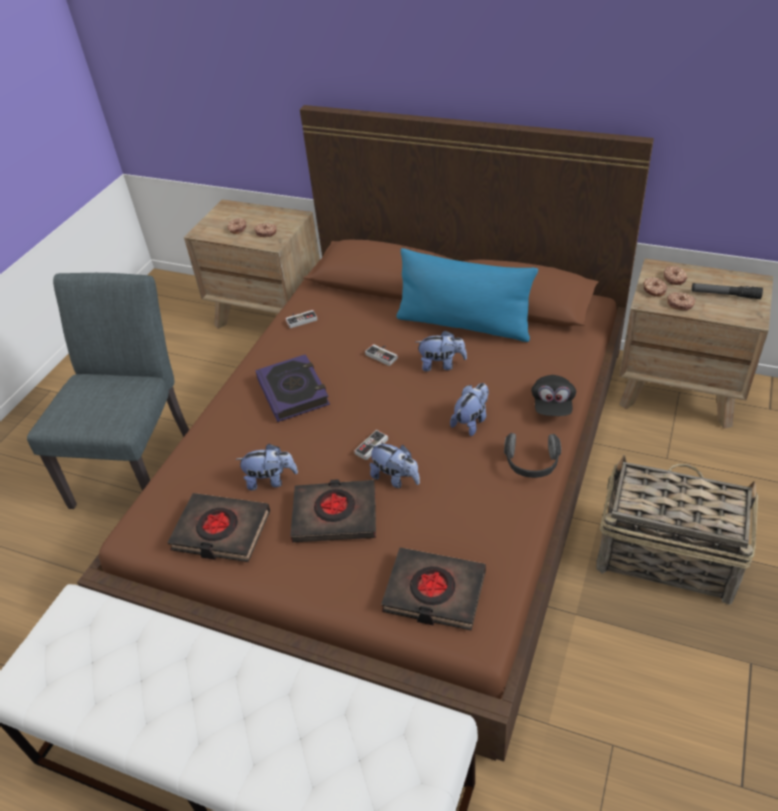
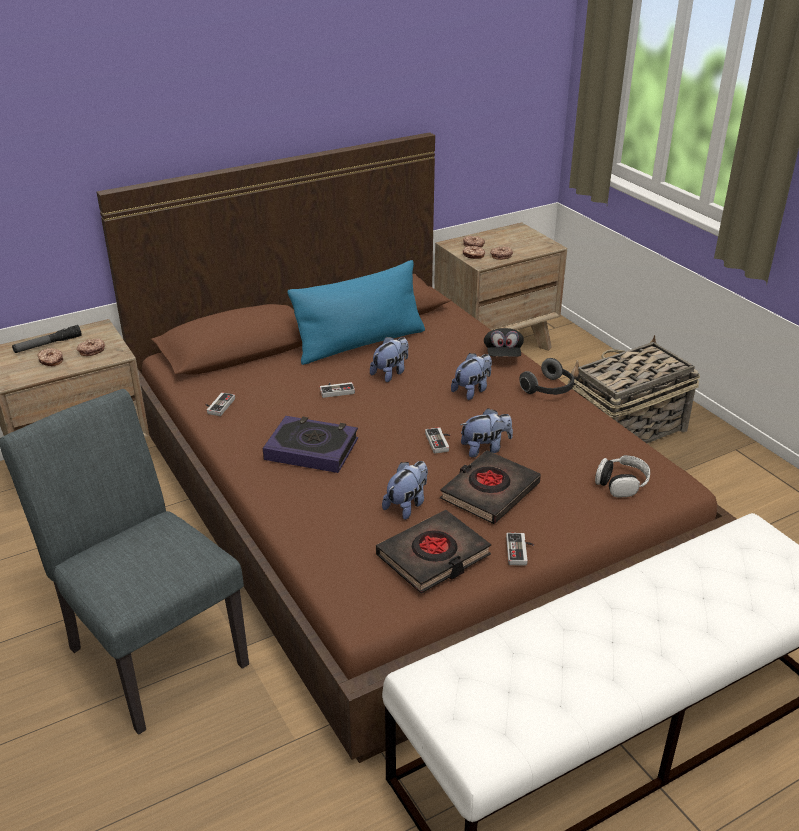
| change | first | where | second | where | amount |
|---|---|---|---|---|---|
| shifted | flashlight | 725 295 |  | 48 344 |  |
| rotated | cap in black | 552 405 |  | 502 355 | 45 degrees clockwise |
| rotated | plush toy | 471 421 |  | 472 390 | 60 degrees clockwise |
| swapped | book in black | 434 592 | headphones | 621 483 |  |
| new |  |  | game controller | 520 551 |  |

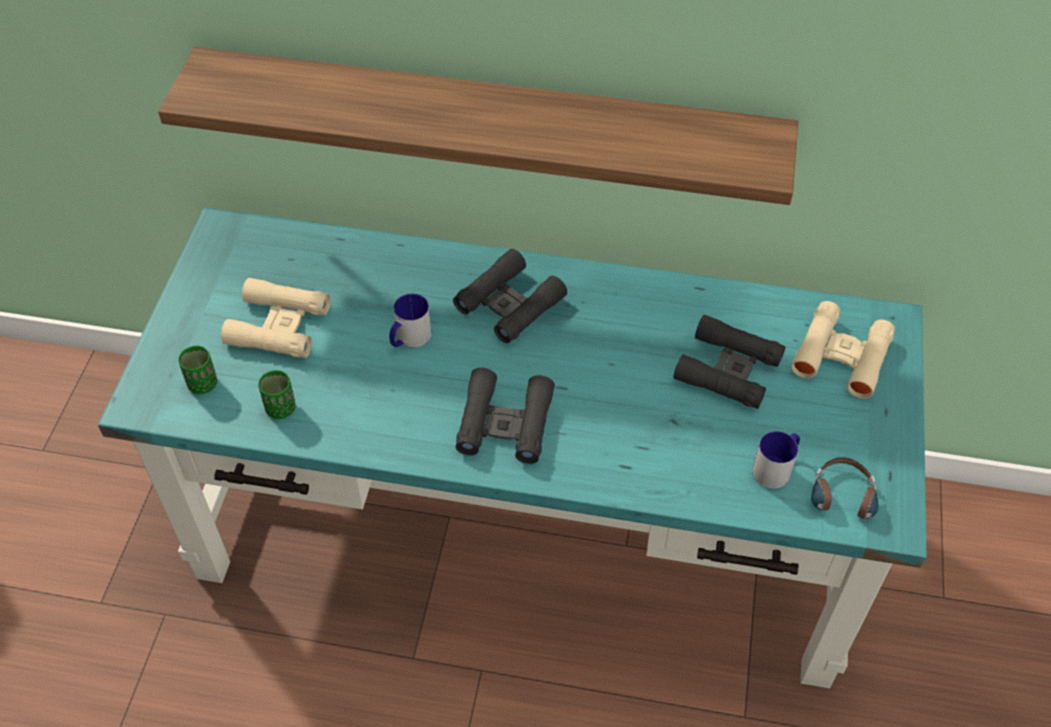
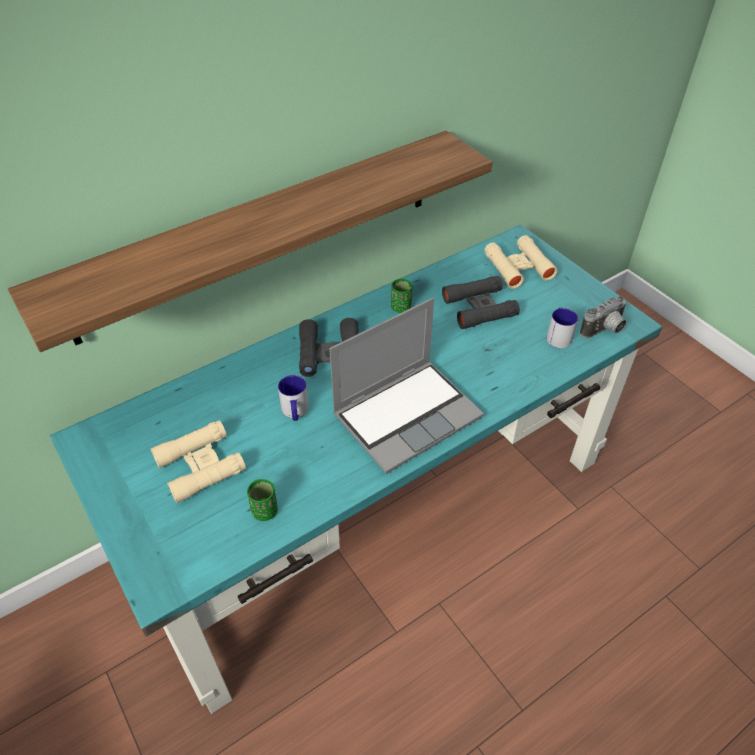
| change | first | where | second | where | amount |
|---|---|---|---|---|---|
| shifted | cup in green | 203 384 |  | 401 307 |  |
| swapped | binoculars in black | 505 423 | laptop | 407 414 |  |
| swapped | headphones | 842 505 | photo camera | 604 330 |  |

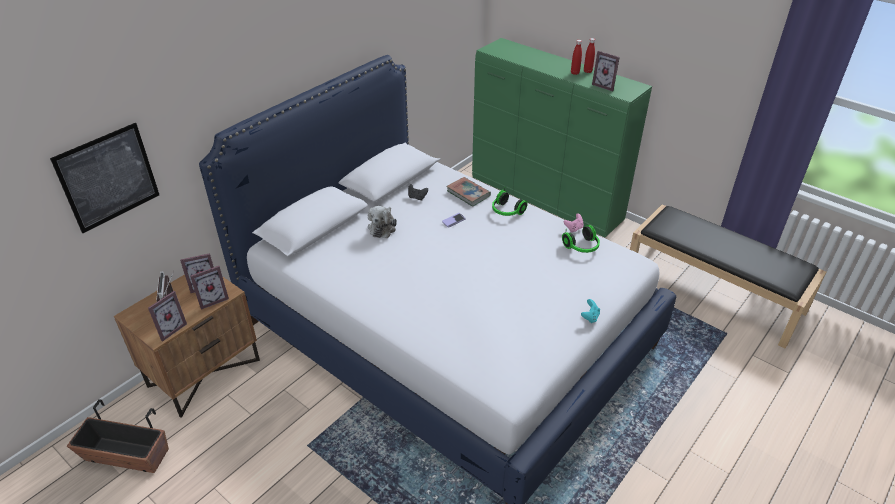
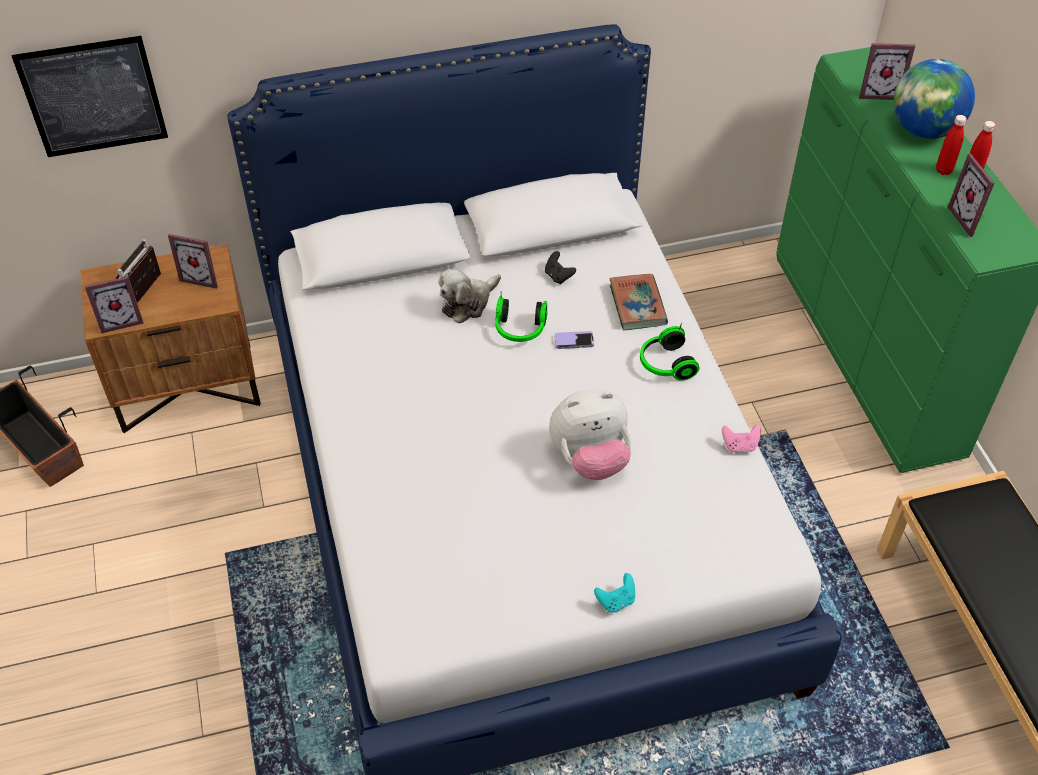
| change | first | where | second | where | amount |
|---|---|---|---|---|---|
| shifted | headphones | 582 247 |  | 519 330 |  |
| shifted | picture frame | 212 299 |  | 878 92 |  |
| new |  |  | globe | 924 130 |  |
| new |  |  | plush toy | 590 458 |  |

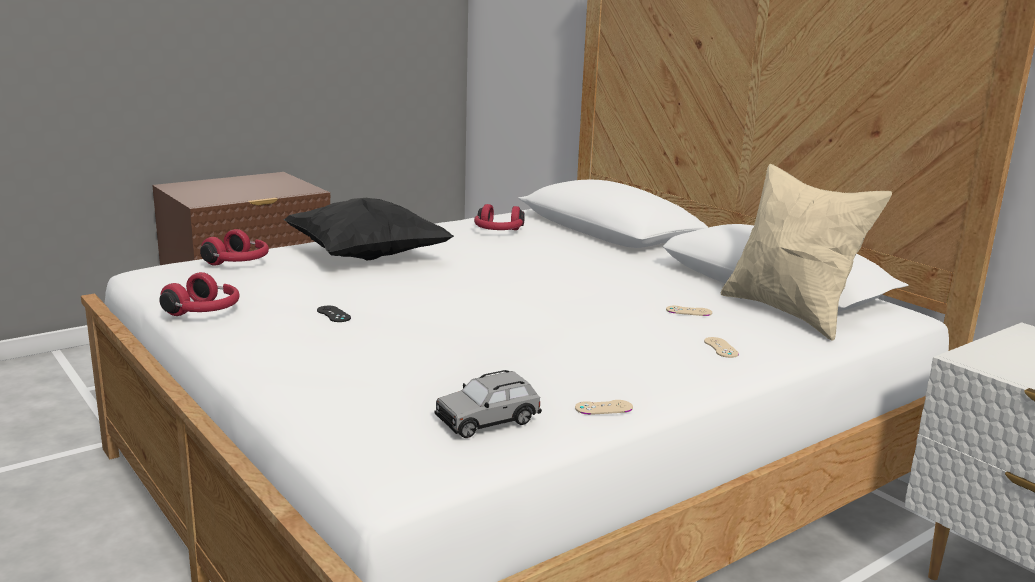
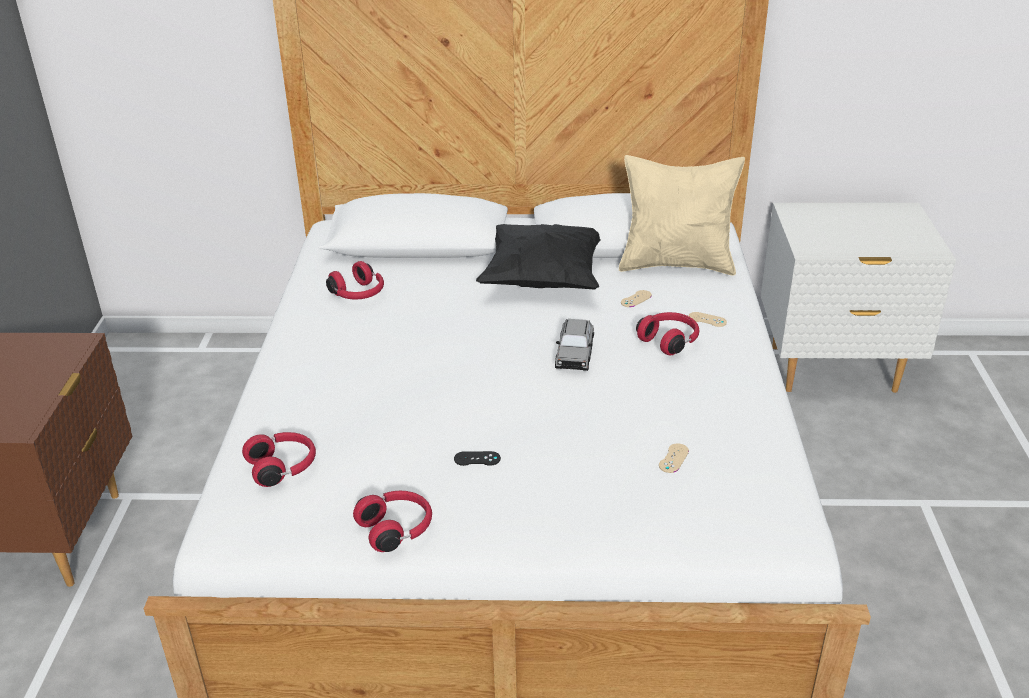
| change | first | where | second | where | amount |
|---|---|---|---|---|---|
| shifted | pillow in black | 367 257 |  | 543 279 |  |
| shifted | toy car in grey | 487 420 |  | 574 355 |  |
| shifted | game controller in beige | 603 408 |  | 673 458 |  |
| new |  |  | headphones in red | 669 341 |  |

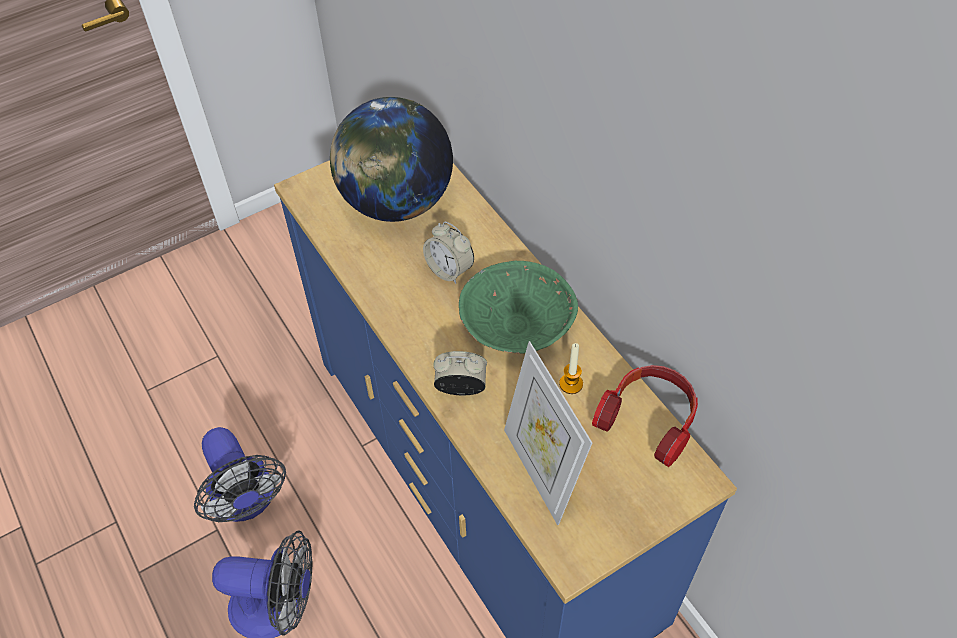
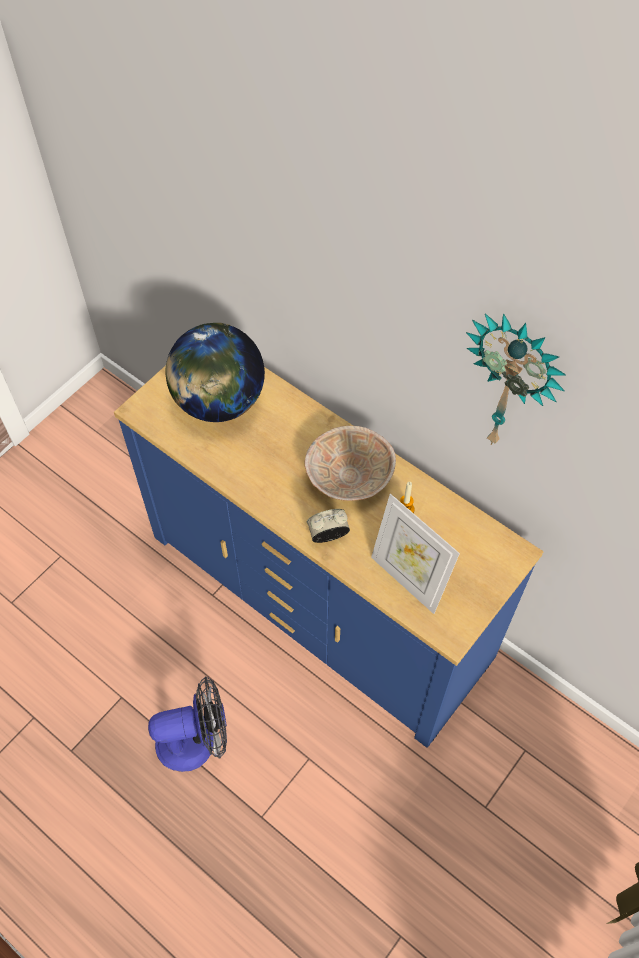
| change | first | where | second | where | amount |
|---|---|---|---|---|---|
| gone | alarm clock | 449 270 |  |  |  |
| repainted | bowl in green | 515 323 | bowl in beige | 348 475 |  |
| gone | headphones | 649 418 |  |  |  |
| gone | fan | 247 501 |  |  |  |
| new |  |  | wall clock | 511 383 |  |

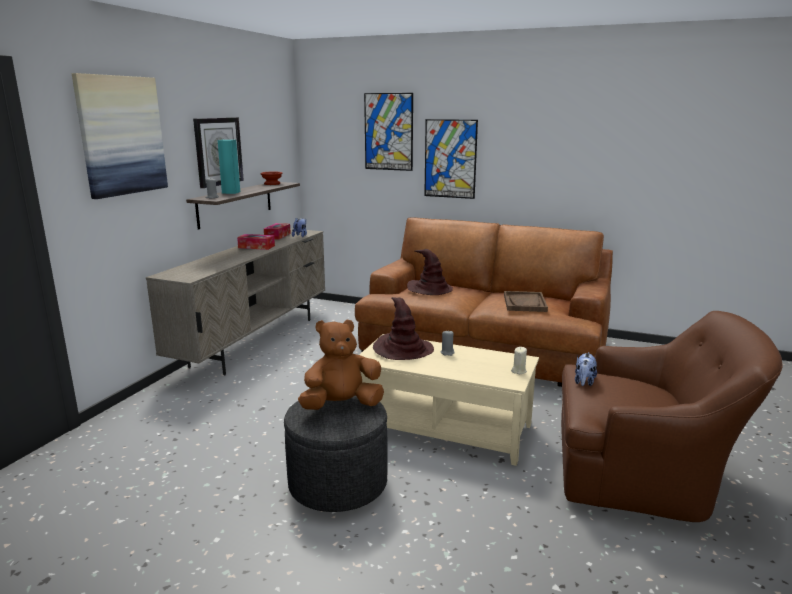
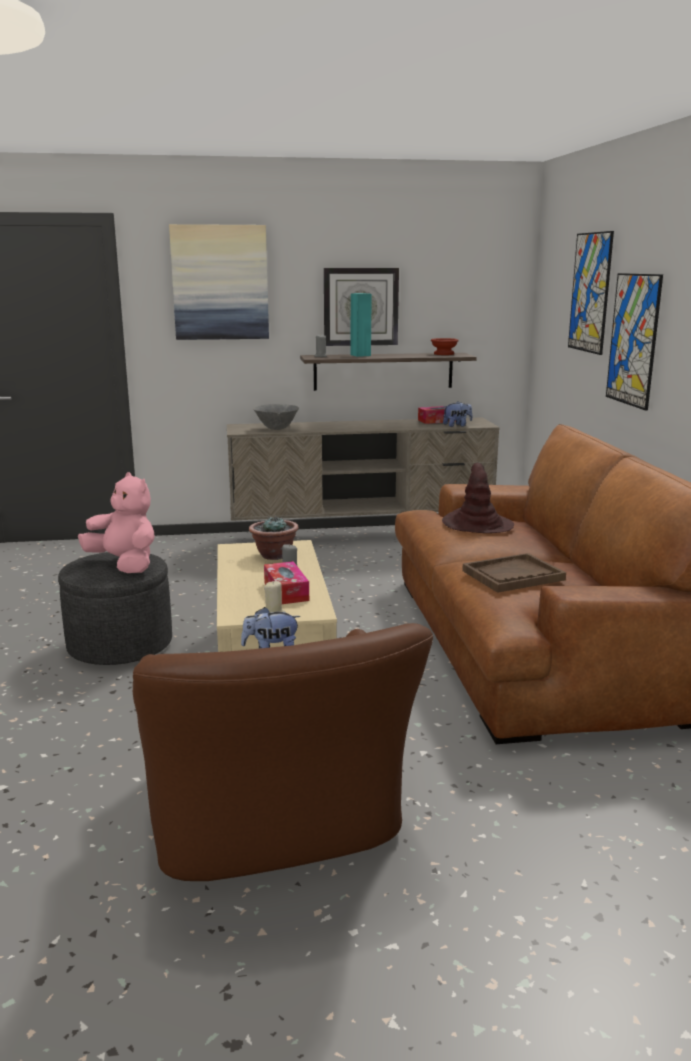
| change | first | where | second | where | amount |
|---|---|---|---|---|---|
| shifted | tissue box | 256 247 |  | 286 591 |  |
| swapped | hat in brown | 402 349 | potted plant | 274 555 |  |
| repainted | plush toy in brown | 342 405 | plush toy in pink | 125 564 |  |
| new |  |  | bowl in grey | 277 429 |  |

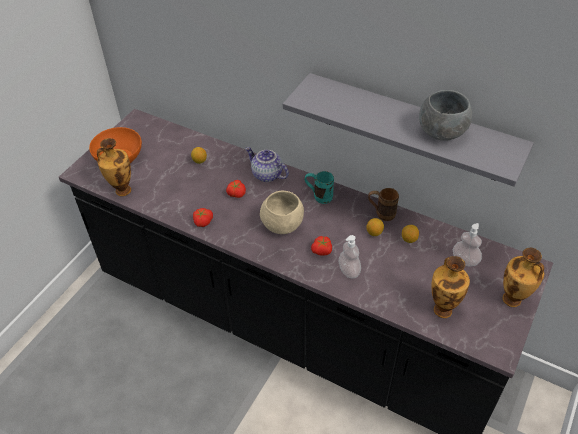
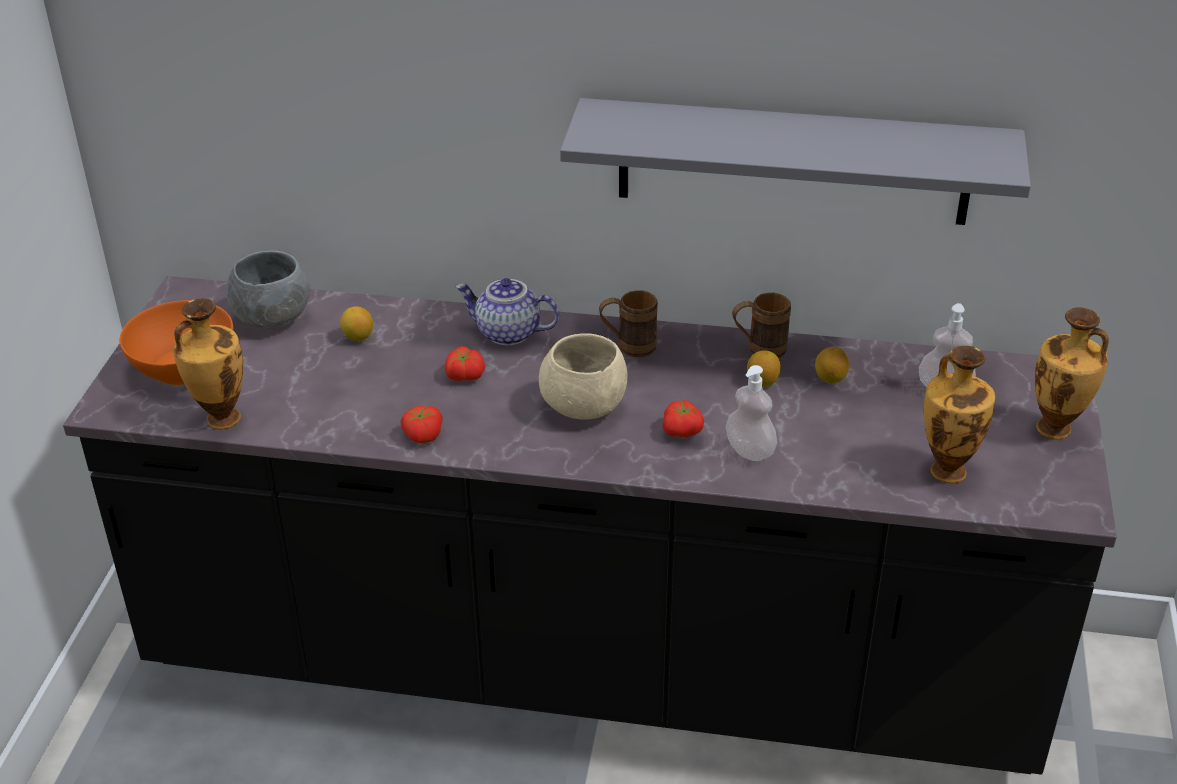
| change | first | where | second | where | amount |
|---|---|---|---|---|---|
| shifted | bowl in grey | 441 132 |  | 272 319 |  |
| repainted | mug in turquoise | 318 196 | mug in brown | 628 347 |  |

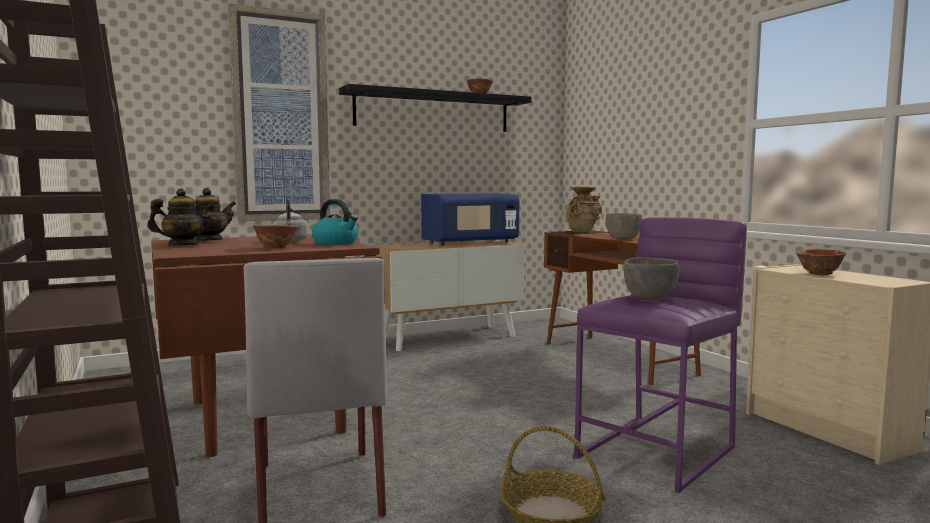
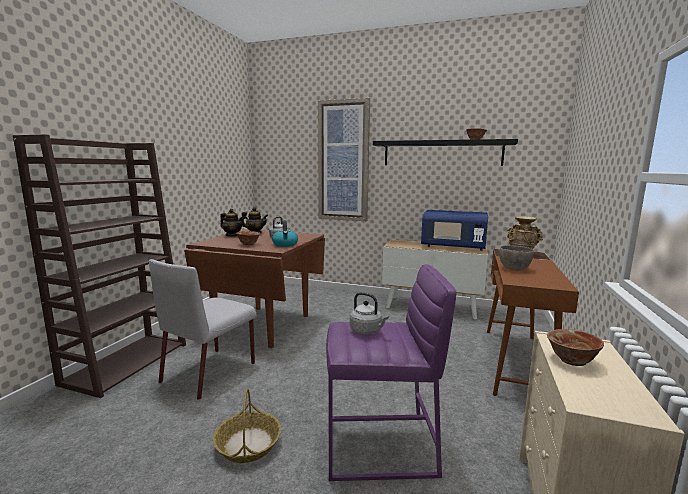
| change | first | where | second | where | amount |
|---|---|---|---|---|---|
| swapped | bowl in grey | 650 298 | kettle in grey | 367 331 |  |

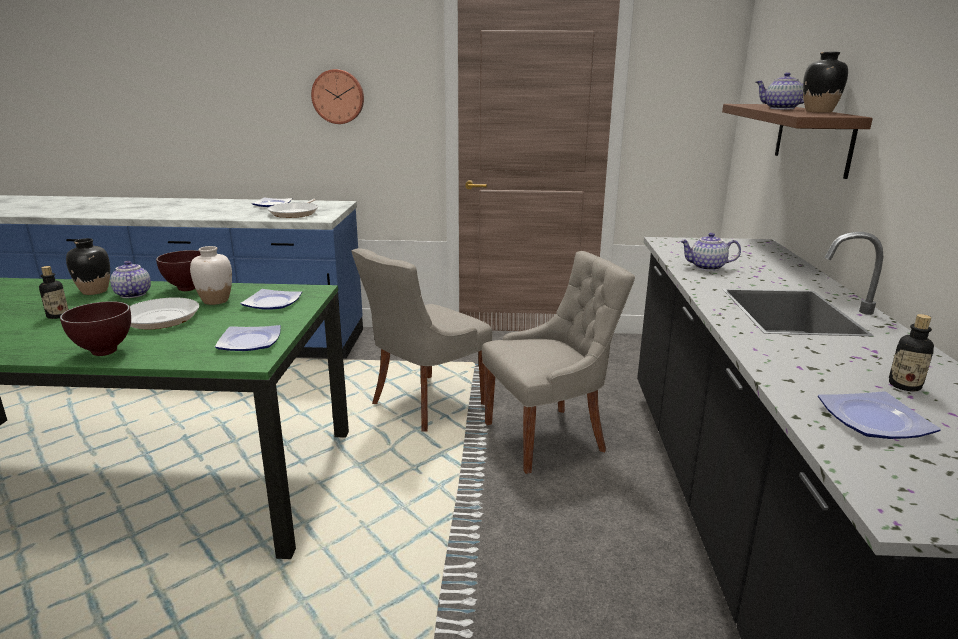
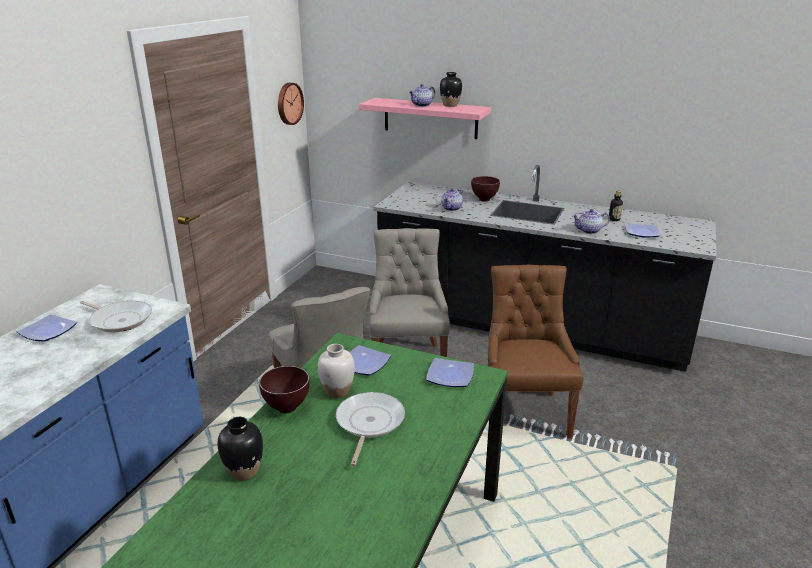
| change | first | where | second | where | amount |
|---|---|---|---|---|---|
| shifted | wall clock | 338 96 |  | 288 103 |  |
| repainted | shelf in brown | 812 138 | shelf in pink | 430 118 |  |
| shifted | teapot | 132 294 |  | 589 231 |  |
| gone | bottle | 58 316 |  |  |  |
| shifted | bowl in brown | 104 351 |  | 483 200 |  |
| new |  |  | chair in brown | 524 413 |  |

